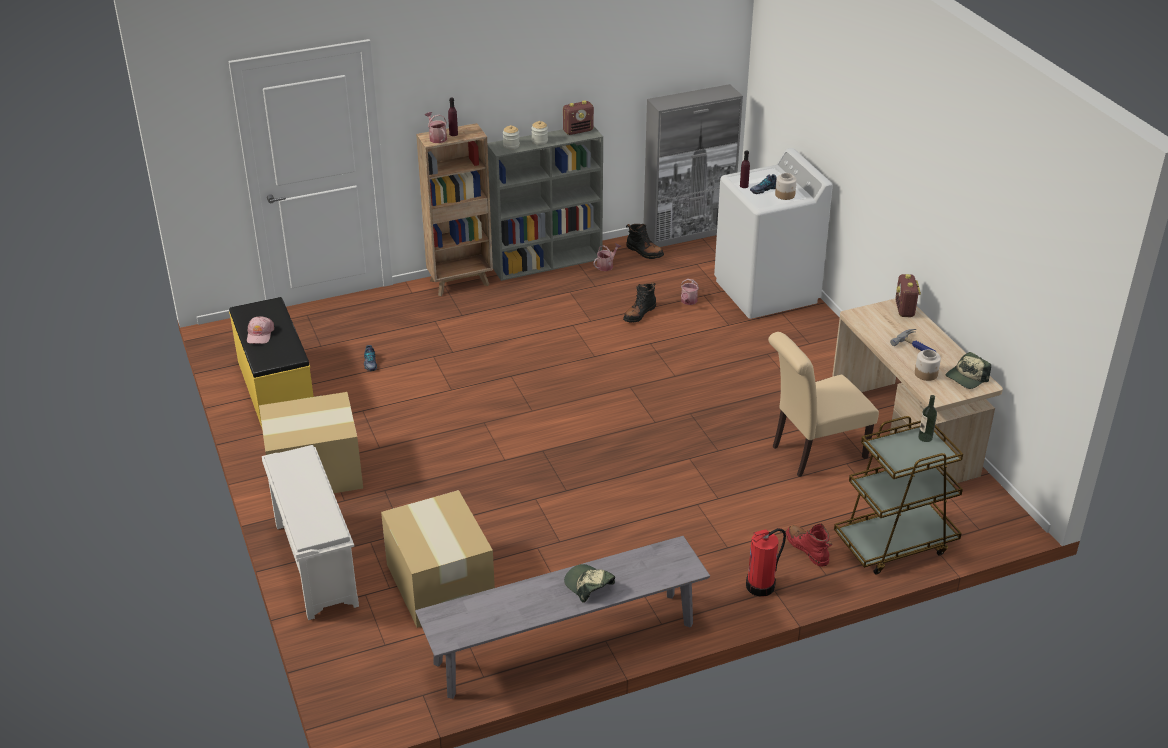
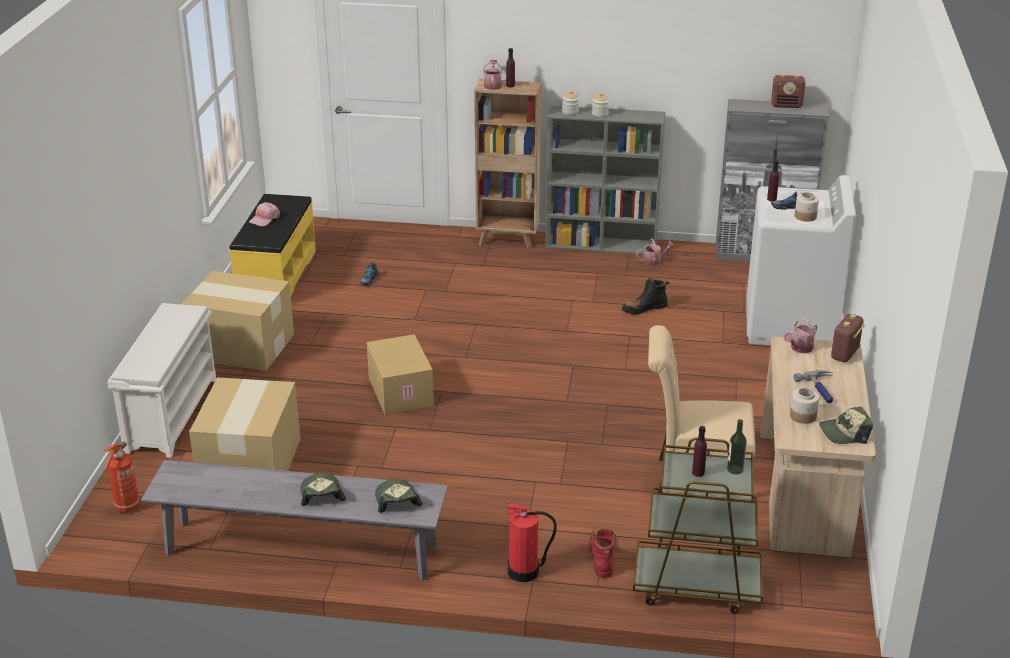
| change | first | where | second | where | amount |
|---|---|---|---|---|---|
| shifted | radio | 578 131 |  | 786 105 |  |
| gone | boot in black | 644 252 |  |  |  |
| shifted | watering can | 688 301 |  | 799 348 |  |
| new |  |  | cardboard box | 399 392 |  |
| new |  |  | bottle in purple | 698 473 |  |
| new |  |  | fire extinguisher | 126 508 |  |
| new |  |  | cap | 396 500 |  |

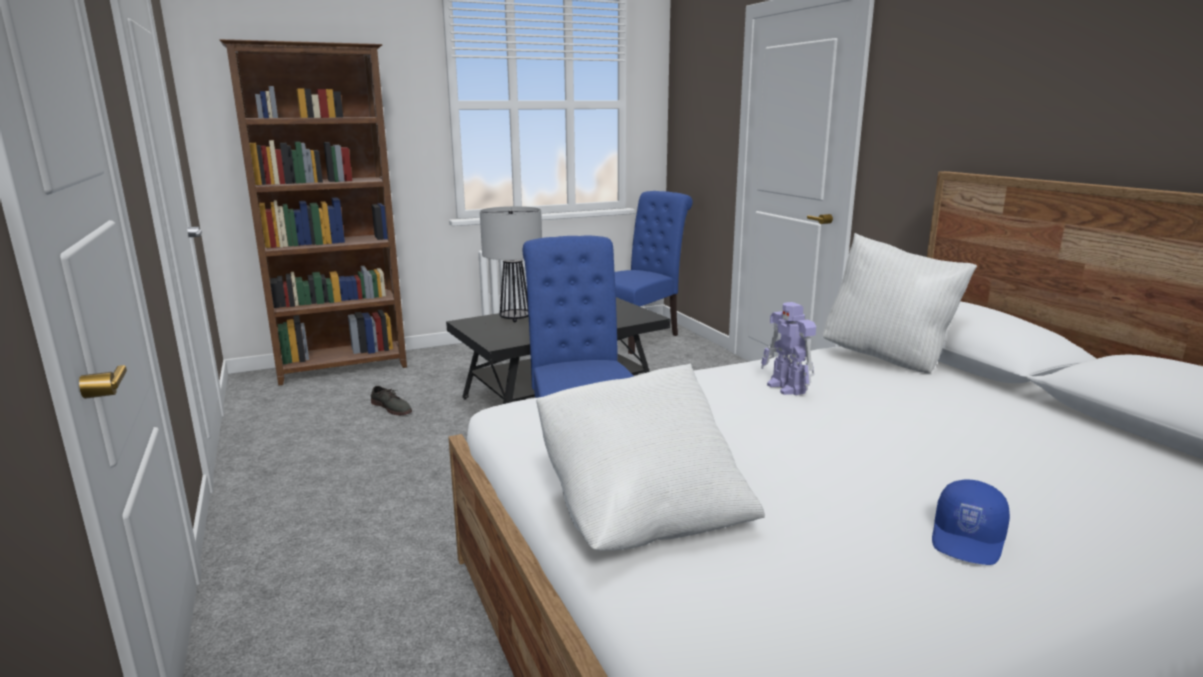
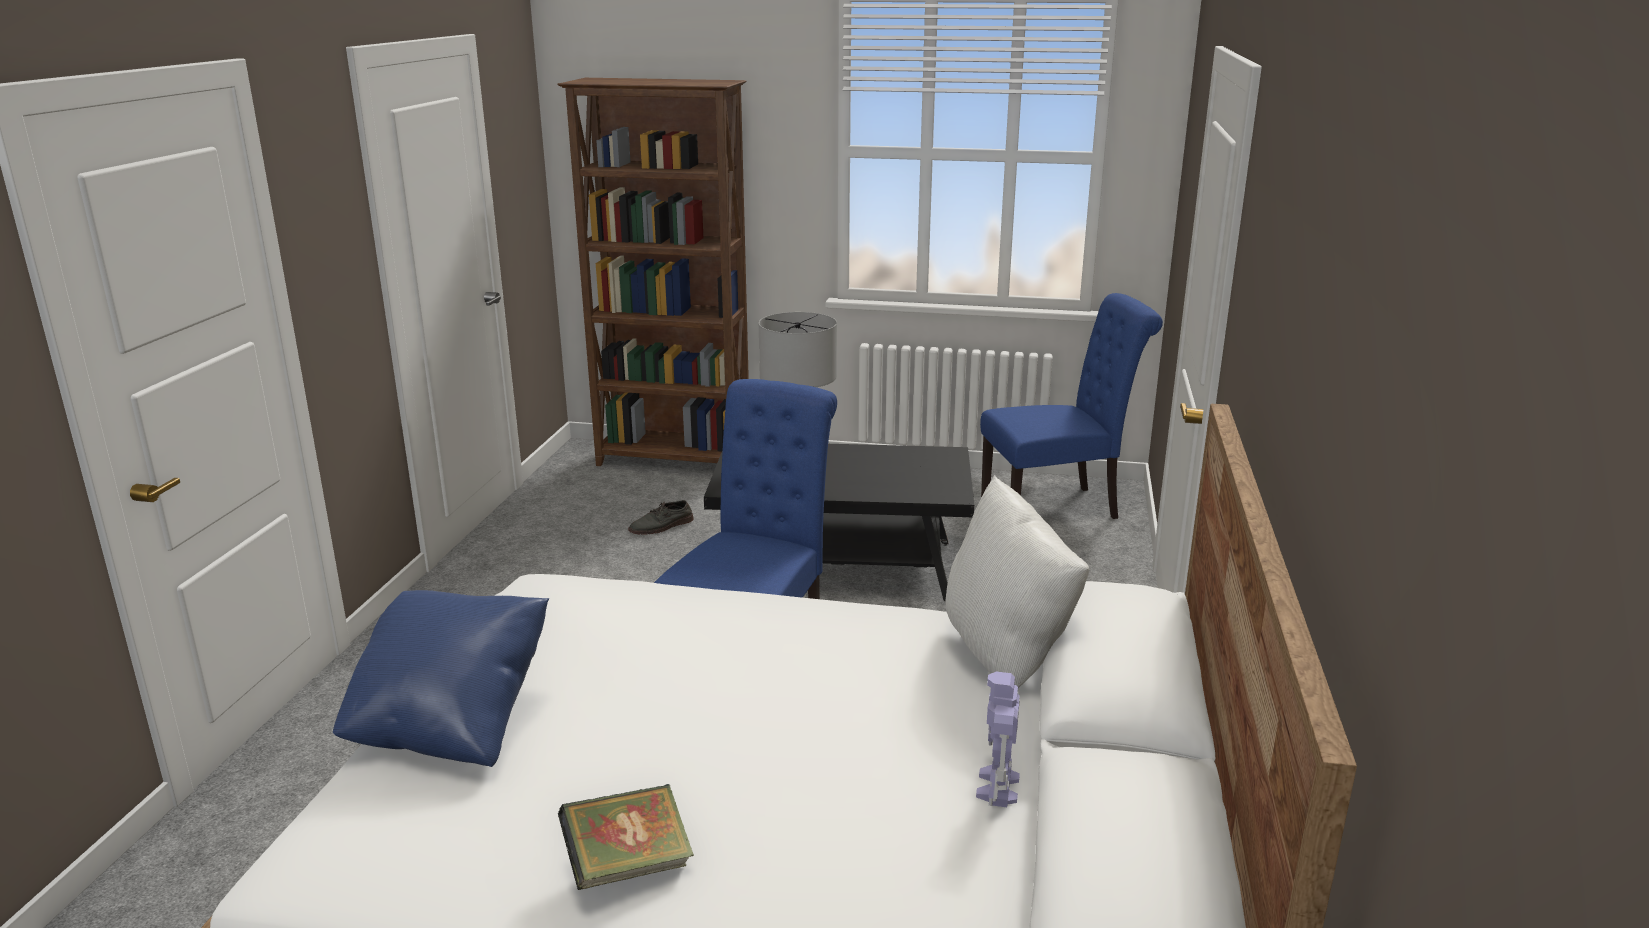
| change | first | where | second | where | amount |
|---|---|---|---|---|---|
| shifted | toy robot | 787 388 |  | 997 788 |  |
| repainted | pillow in white | 643 512 | pillow in blue | 452 724 |  |
| rotated | shoe in grey | 392 407 |  | 661 526 | 75 degrees clockwise |
| swapped | cap in blue | 969 539 | book | 628 866 |  |

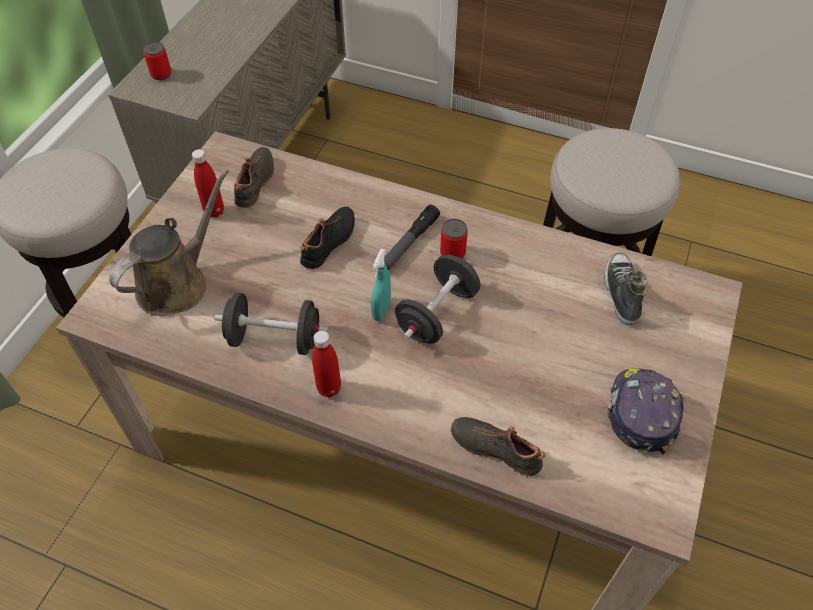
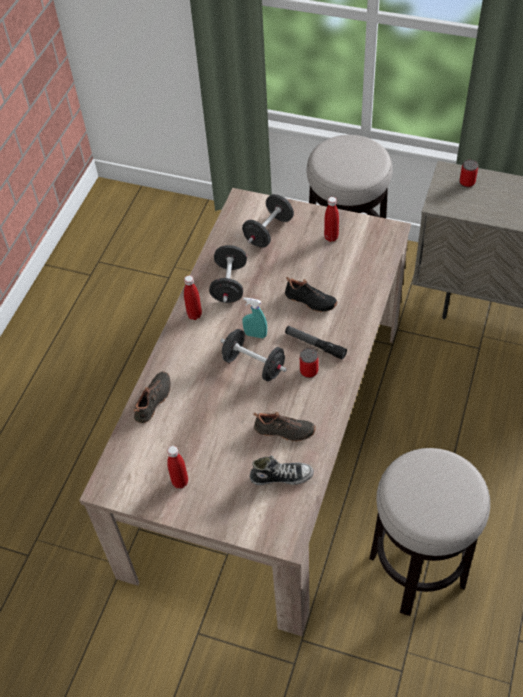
| change | first | where | second | where | amount |
|---|---|---|---|---|---|
| shifted | shoe in black | 256 183 |  | 284 431 |  |
| swapped | watering can in brown | 177 283 | dumbbell in black | 268 231 |  |
| swapped | cap | 641 412 | bottle in red | 180 482 |  |

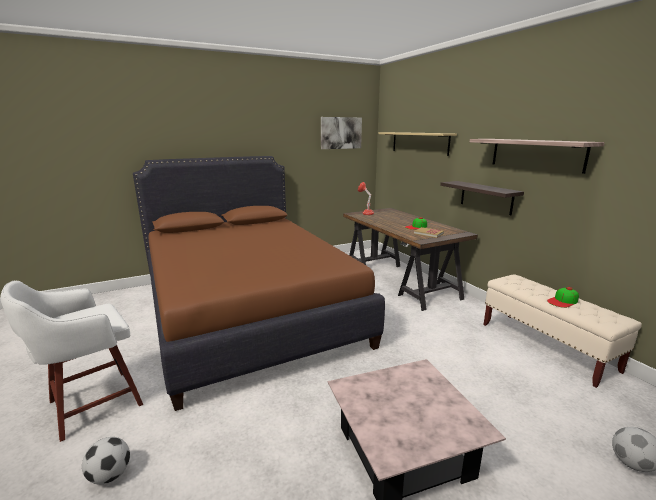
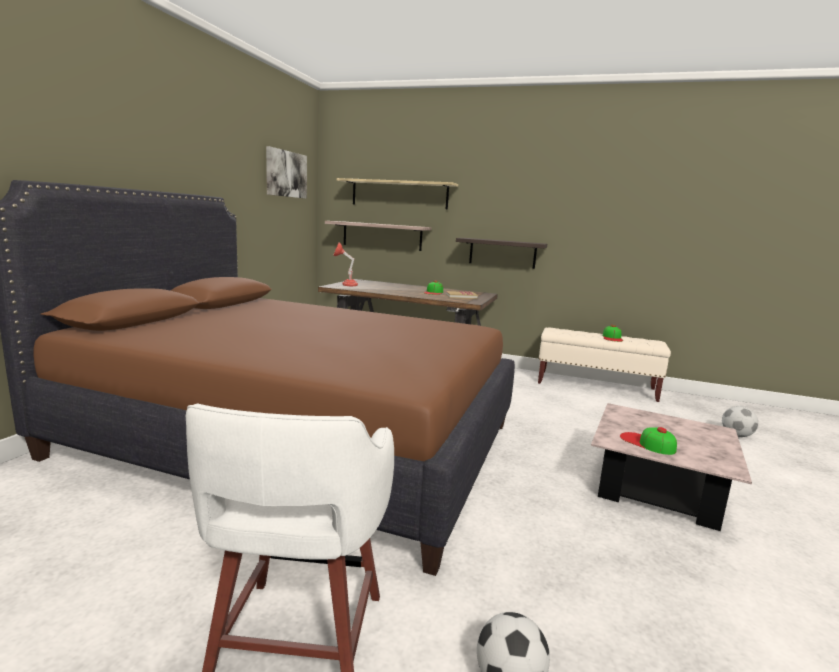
| change | first | where | second | where | amount |
|---|---|---|---|---|---|
| shifted | shelf | 536 154 |  | 382 236 |  |
| new |  |  | cap | 647 443 |  |

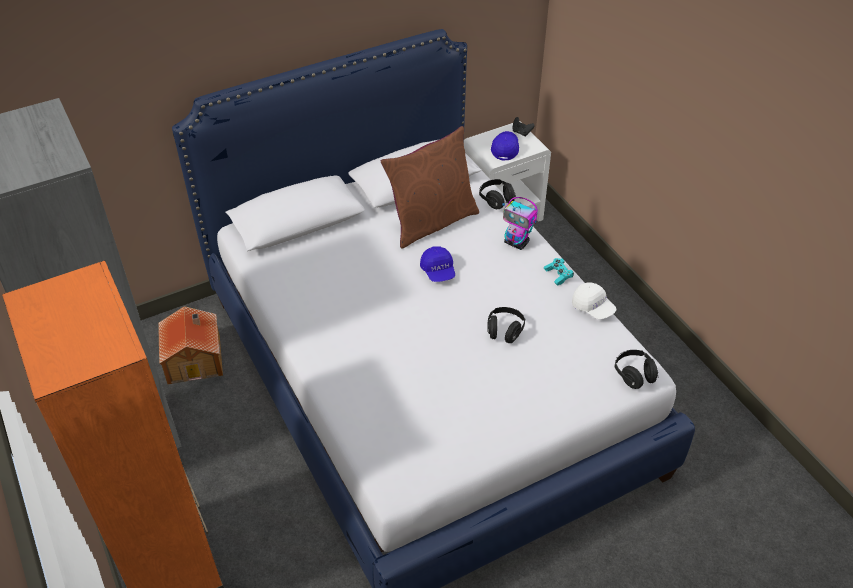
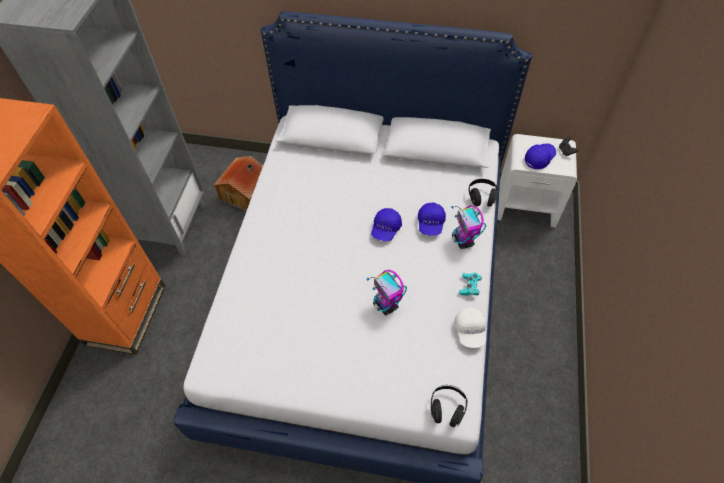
| change | first | where | second | where | amount |
|---|---|---|---|---|---|
| gone | pillow in brown | 431 222 |  |  |  |
| swapped | headphones in black | 504 331 | toy robot | 387 305 |  |
| new |  |  | cap in blue | 430 224 |  |

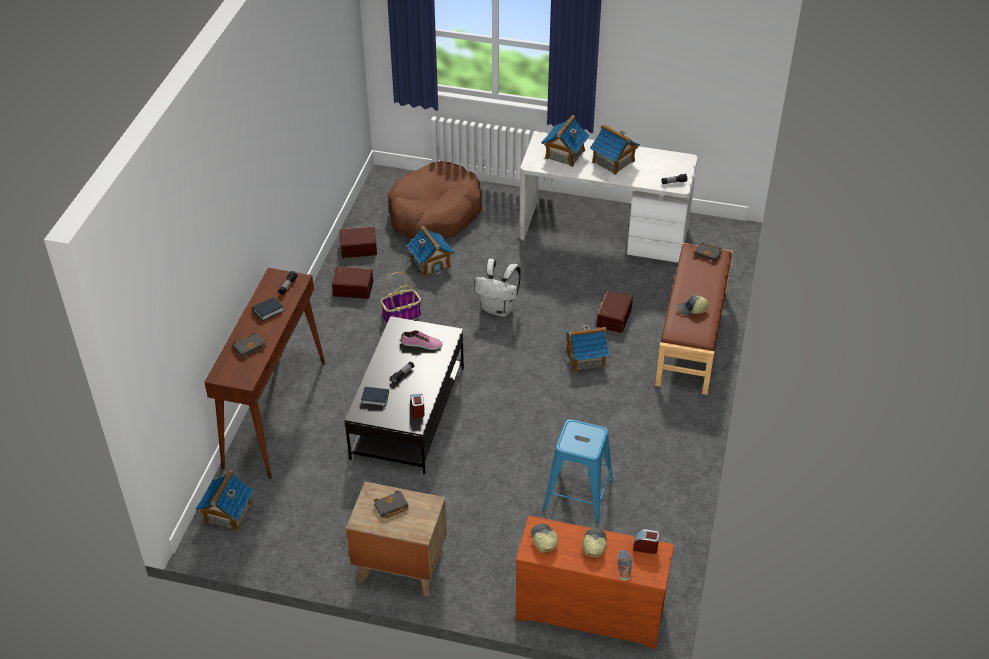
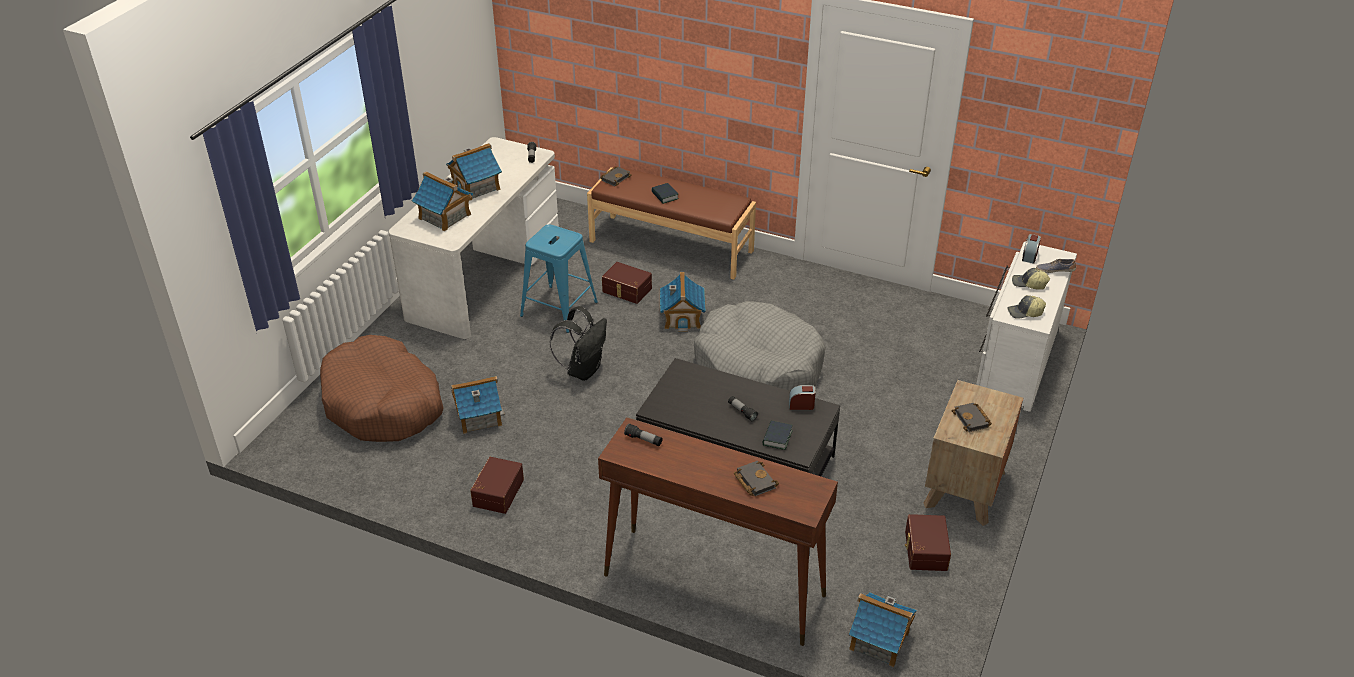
| change | first | where | second | where | amount |
|---|---|---|---|---|---|
| shifted | storage box in brown | 358 247 |  | 924 550 |  |
| repainted | backpack in white | 499 308 | backpack in black | 583 370 |  |
| gone | basket | 402 315 |  |  |  |
| gone | cap | 692 309 |  |  |  |
| shifted | book | 268 311 |  | 665 196 |  |
| gone | shoe | 421 344 |  |  |  |
| shifted | stool in blue | 578 494 |  | 559 309 |  |
| repainted | dresser in brown | 590 608 | dresser in white | 1015 362 |  |
| new |  |  | dog bed in grey | 759 366 |  |

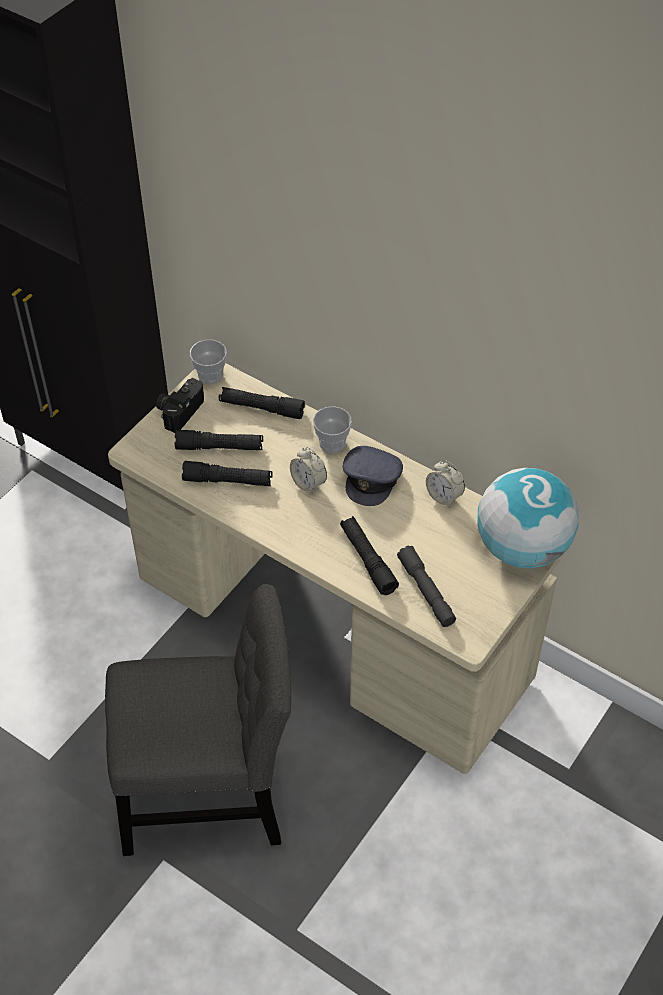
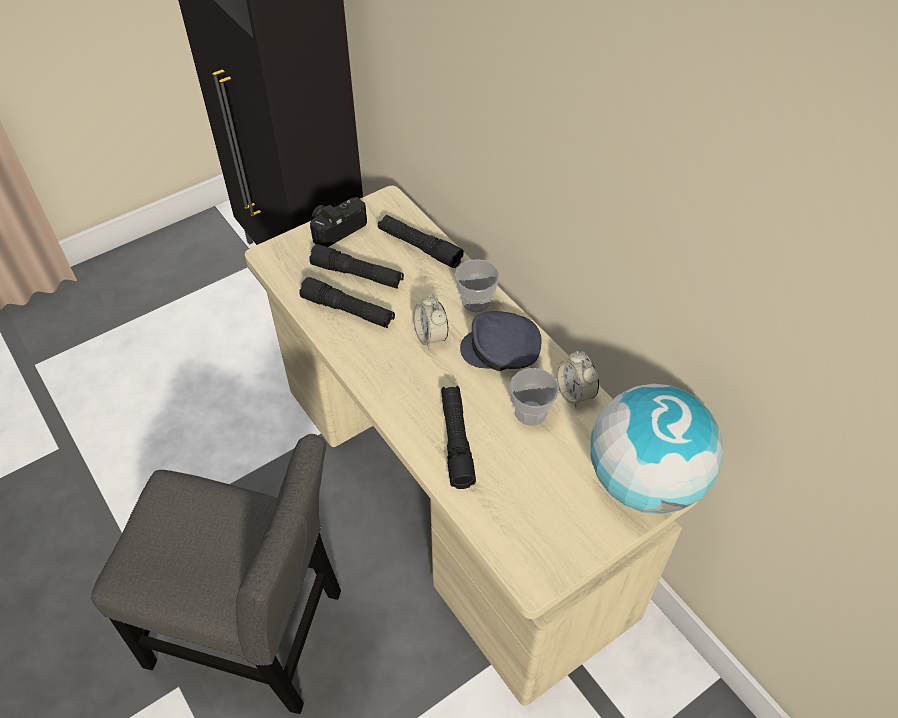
| change | first | where | second | where | amount |
|---|---|---|---|---|---|
| shifted | cup | 210 375 |  | 531 412 |  |
| rotated | cap in grey | 372 479 |  | 502 351 | 60 degrees clockwise |
| gone | flashlight in grey | 426 591 |  |  |  |

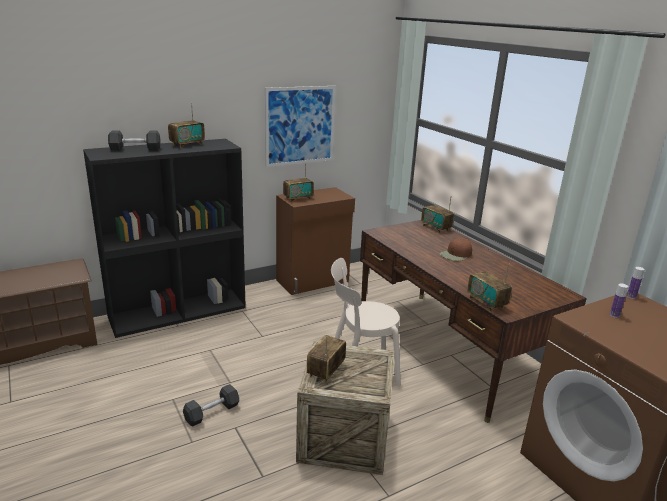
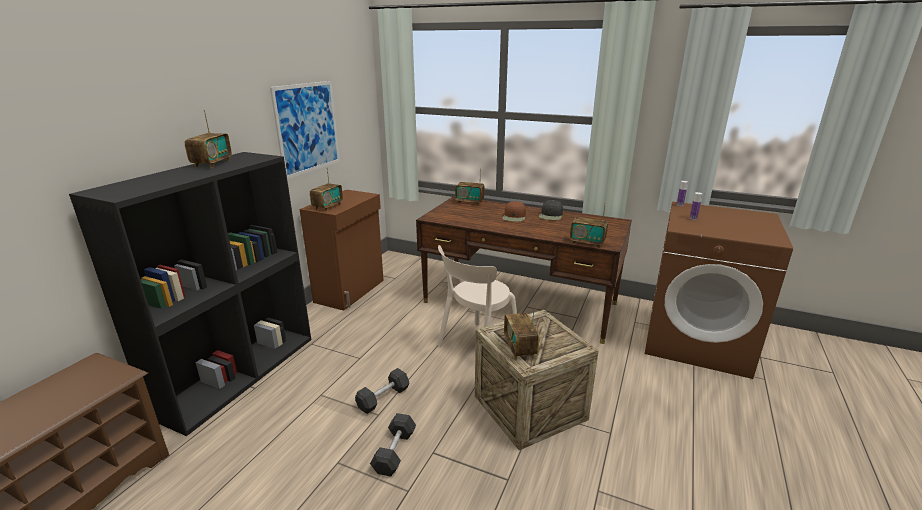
| change | first | where | second | where | amount |
|---|---|---|---|---|---|
| shifted | dumbbell in grey | 135 149 |  | 383 398 |  |
| new |  |  | cap in black | 551 215 |  |

